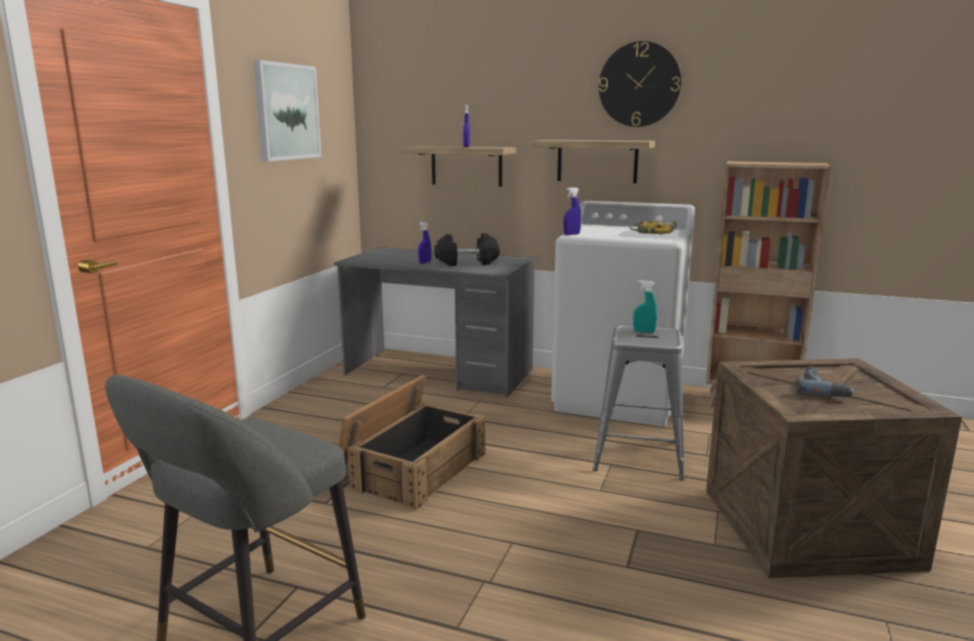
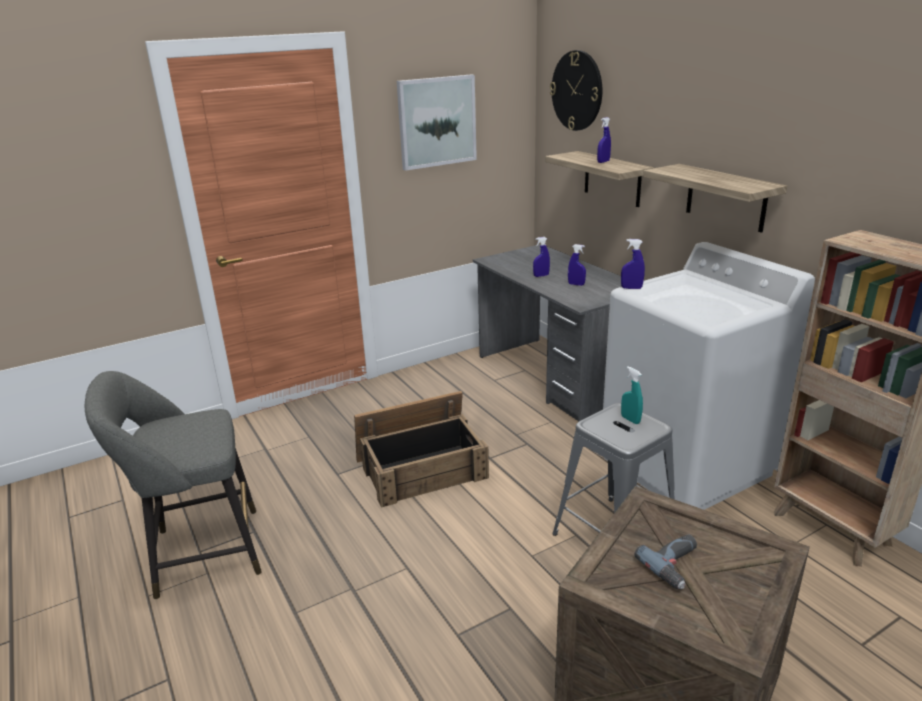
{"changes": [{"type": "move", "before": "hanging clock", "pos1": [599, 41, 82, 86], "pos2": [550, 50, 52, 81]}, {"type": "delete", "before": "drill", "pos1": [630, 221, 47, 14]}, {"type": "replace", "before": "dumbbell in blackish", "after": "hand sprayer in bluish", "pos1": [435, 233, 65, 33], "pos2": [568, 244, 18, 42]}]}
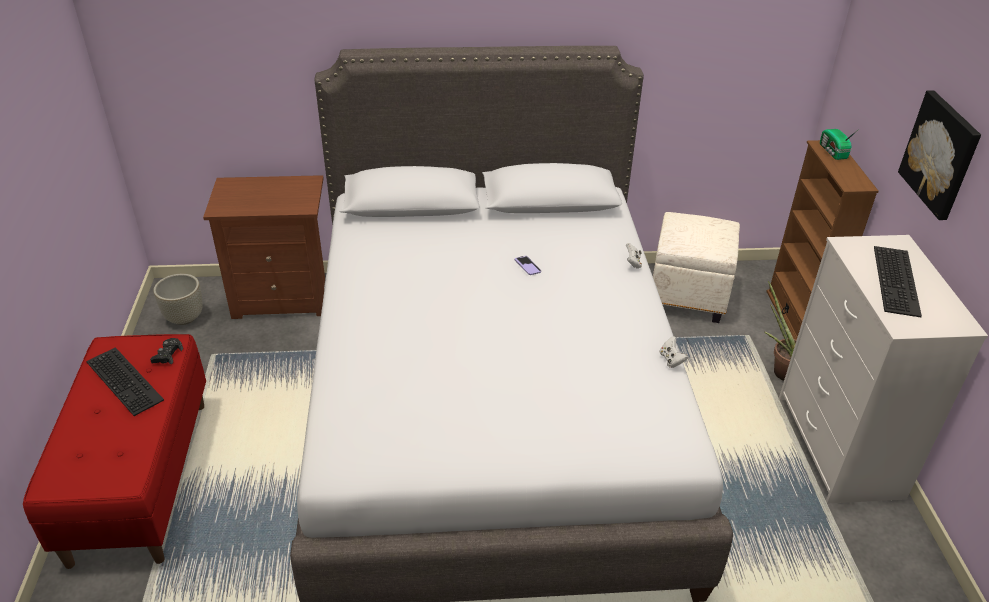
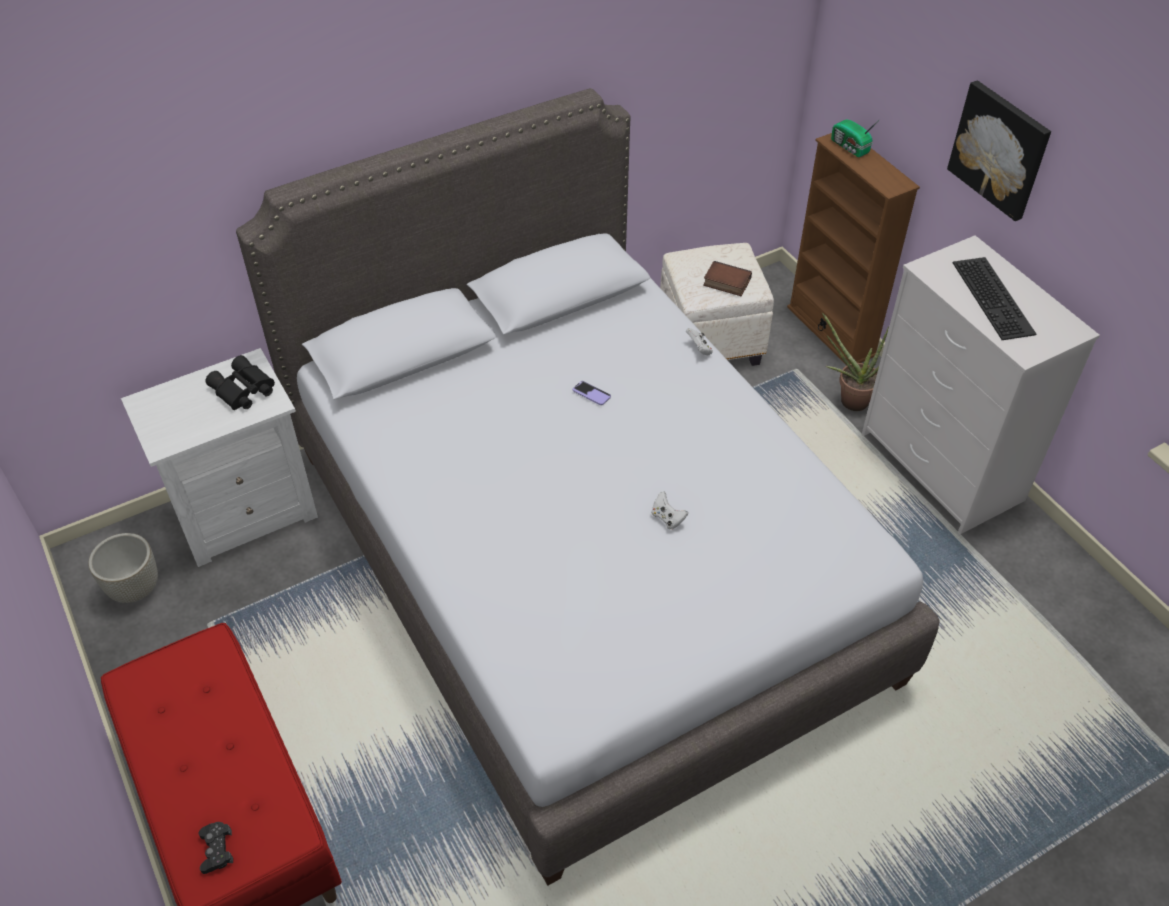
{"changes": [{"type": "recolor", "before": "bedside table in brown", "after": "bedside table in white", "pos1": [203, 175, 122, 144], "pos2": [121, 348, 197, 219]}, {"type": "move", "before": "joypad in white", "pos1": [660, 336, 28, 32], "pos2": [652, 491, 36, 39]}, {"type": "move", "before": "joypad in blackish", "pos1": [150, 338, 33, 27], "pos2": [198, 822, 35, 52]}, {"type": "delete", "before": "computer keyboard", "pos1": [86, 347, 78, 69]}, {"type": "insert", "after": "volume", "pos2": [703, 261, 49, 35]}, {"type": "insert", "after": "pair of binoculars in blackish", "pos2": [205, 355, 70, 55]}]}
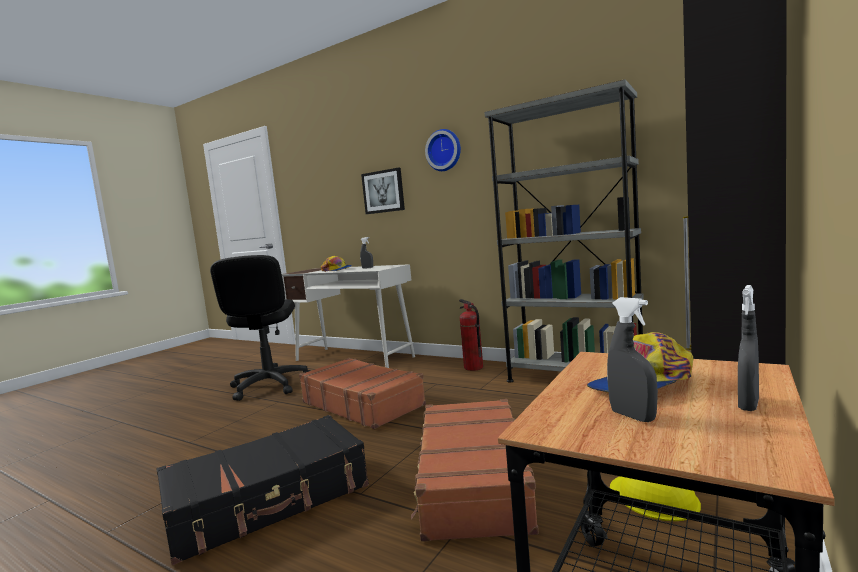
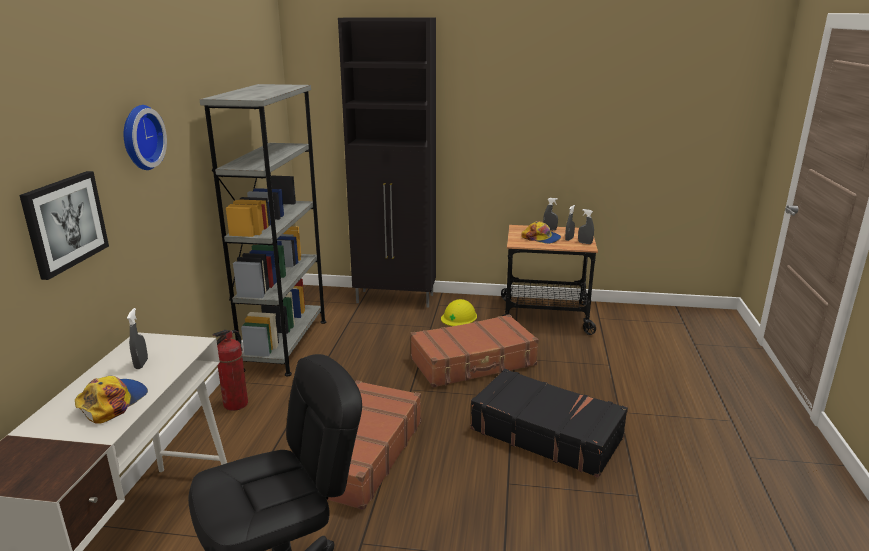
{"changes": [{"type": "insert", "after": "hand sprayer in grey", "pos2": [578, 209, 16, 35]}]}
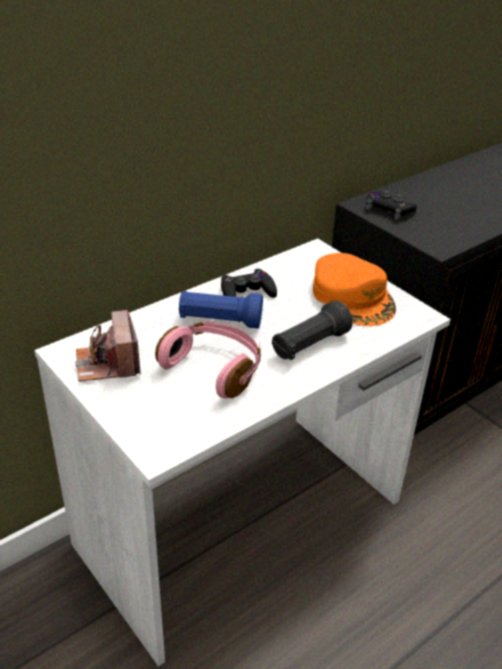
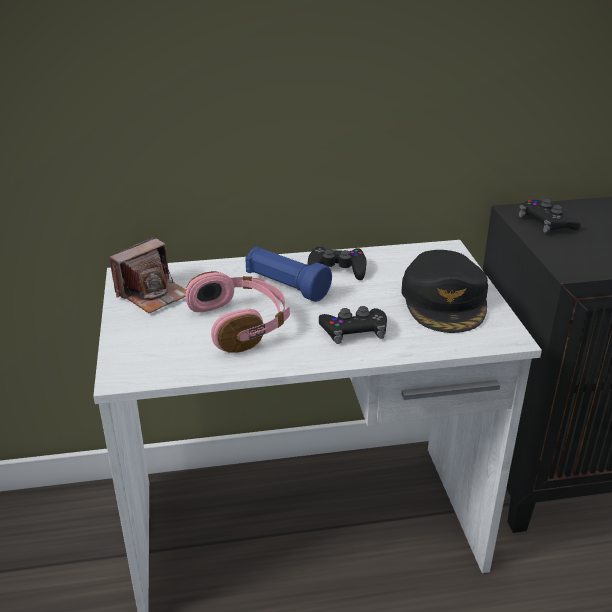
{"changes": [{"type": "recolor", "before": "cap in orange-coloured", "after": "cap in blackish", "pos1": [313, 253, 83, 73], "pos2": [401, 250, 87, 83]}, {"type": "replace", "before": "flashlight in blackish", "after": "joypad in blackish", "pos1": [272, 300, 81, 60], "pos2": [319, 306, 68, 38]}, {"type": "rotate", "before": "still camera", "pos1": [75, 310, 66, 72], "pos2": [109, 237, 77, 76], "turn": -150}]}
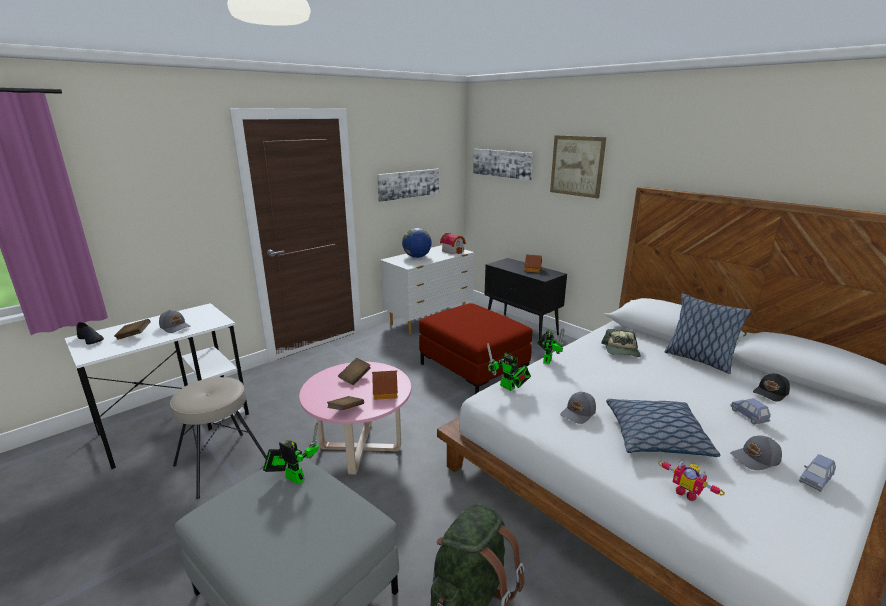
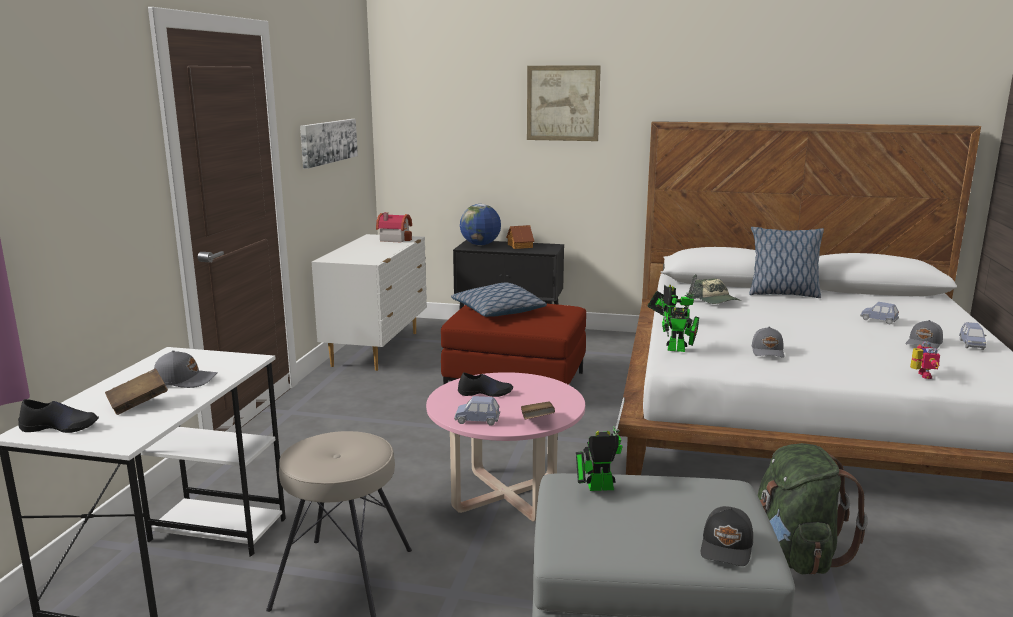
{"changes": [{"type": "delete", "before": "picture", "pos1": [473, 149, 60, 31]}, {"type": "move", "before": "desk globe", "pos1": [402, 228, 30, 30], "pos2": [460, 204, 41, 42]}, {"type": "replace", "before": "volume in brown", "after": "shoe in blackish", "pos1": [338, 358, 33, 27], "pos2": [458, 372, 55, 25]}, {"type": "delete", "before": "miniature house", "pos1": [372, 371, 26, 29]}, {"type": "move", "before": "cap in blackish", "pos1": [753, 374, 37, 28], "pos2": [701, 506, 52, 60]}, {"type": "move", "before": "cushion", "pos1": [606, 399, 115, 58], "pos2": [451, 283, 96, 34]}, {"type": "rotate", "before": "robot figure", "pos1": [658, 461, 67, 40], "pos2": [910, 341, 30, 38], "turn": -90}, {"type": "insert", "after": "toy car in bluish", "pos2": [454, 396, 46, 30]}]}
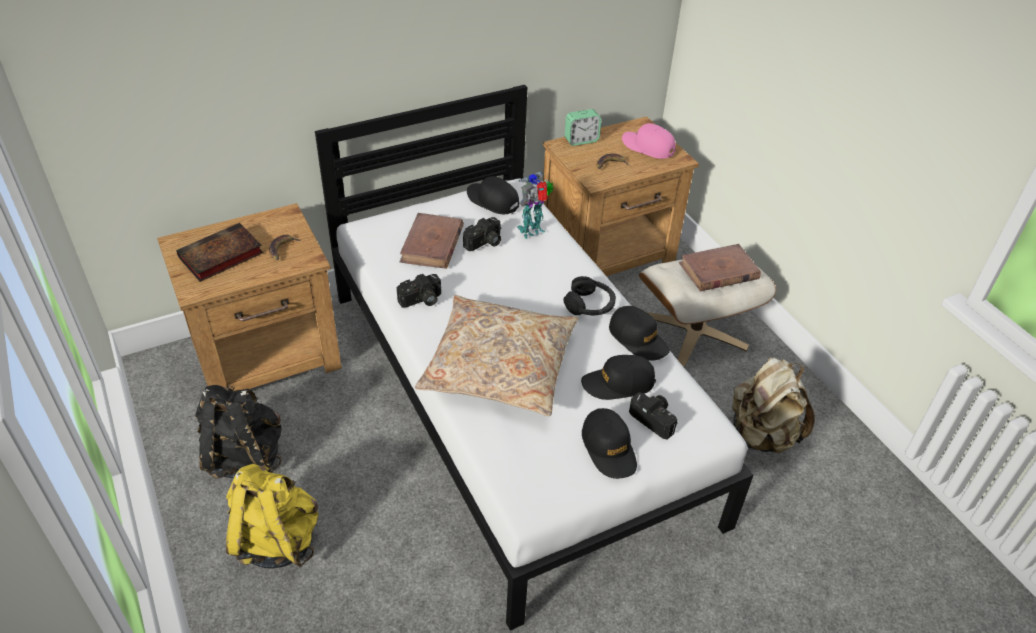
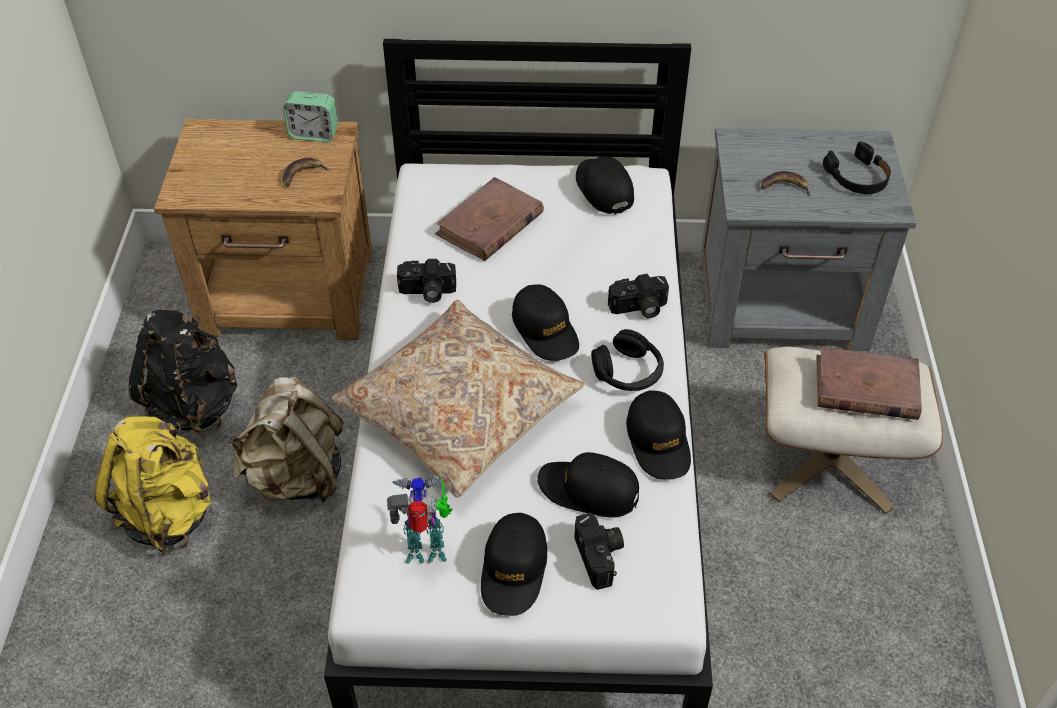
{"changes": [{"type": "move", "before": "bedside clock", "pos1": [565, 109, 36, 37], "pos2": [283, 91, 55, 51]}, {"type": "recolor", "before": "bedside table in brown", "after": "bedside table in grey", "pos1": [543, 116, 156, 160], "pos2": [700, 128, 216, 223]}, {"type": "replace", "before": "cap in pinkish", "after": "headset in blackish", "pos1": [622, 123, 54, 36], "pos2": [823, 141, 68, 53]}, {"type": "move", "before": "robot figure", "pos1": [517, 172, 37, 67], "pos2": [387, 475, 65, 89]}, {"type": "move", "before": "still camera", "pos1": [463, 217, 38, 34], "pos2": [608, 274, 61, 44]}, {"type": "delete", "before": "volume", "pos1": [176, 223, 87, 59]}, {"type": "move", "before": "rucksack in beige-coloured", "pos1": [732, 358, 83, 96], "pos2": [229, 377, 115, 126]}, {"type": "insert", "after": "cap in blackish", "pos2": [512, 284, 67, 77]}]}
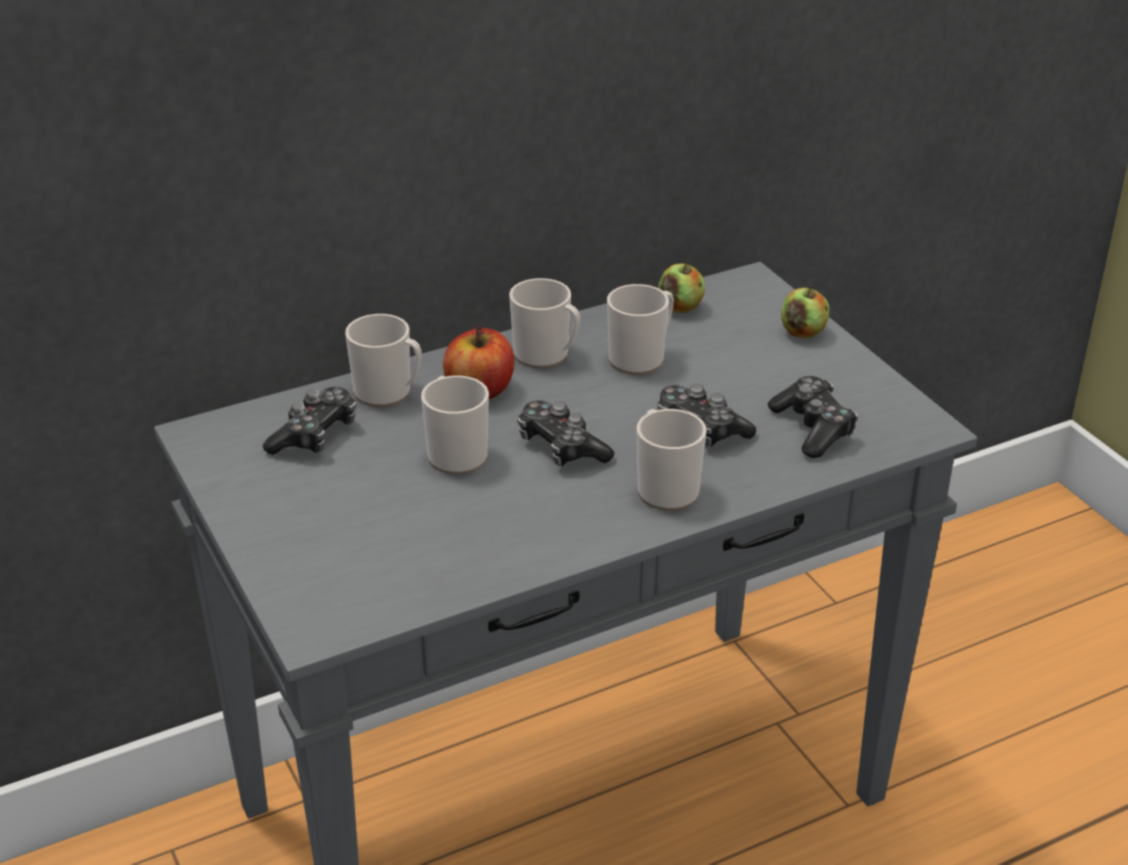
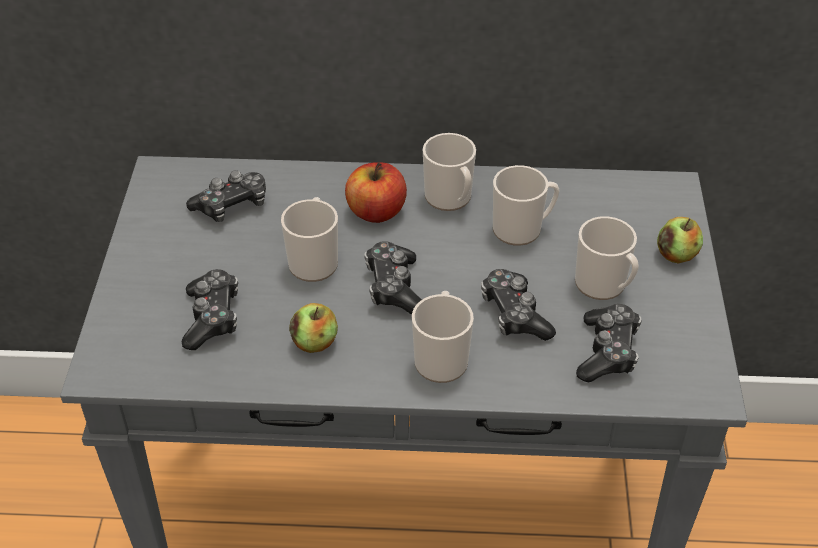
{"changes": [{"type": "move", "before": "whole apple", "pos1": [658, 261, 47, 52], "pos2": [289, 303, 49, 50]}, {"type": "move", "before": "tea mug", "pos1": [345, 314, 77, 93], "pos2": [575, 216, 64, 84]}, {"type": "insert", "after": "joypad", "pos2": [182, 269, 56, 81]}]}
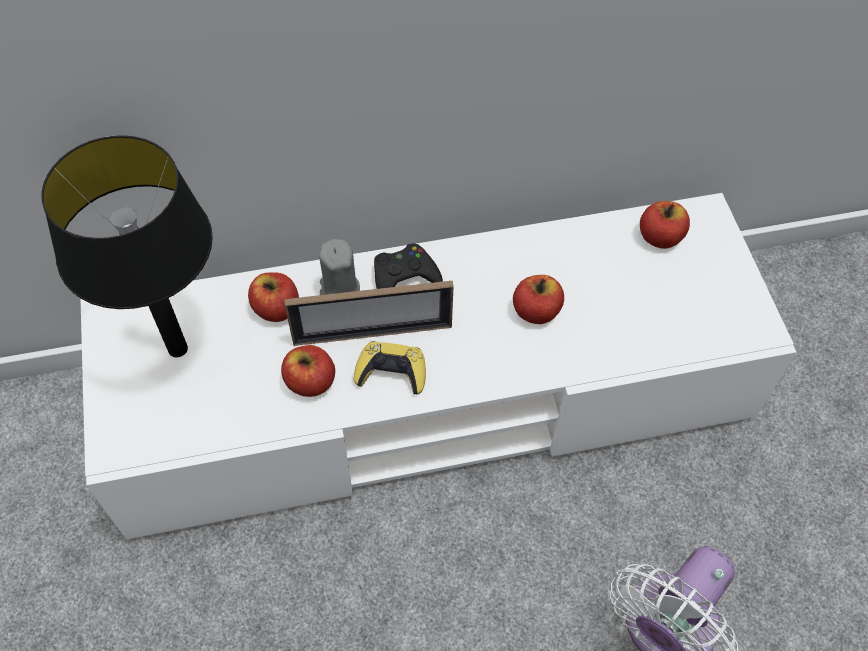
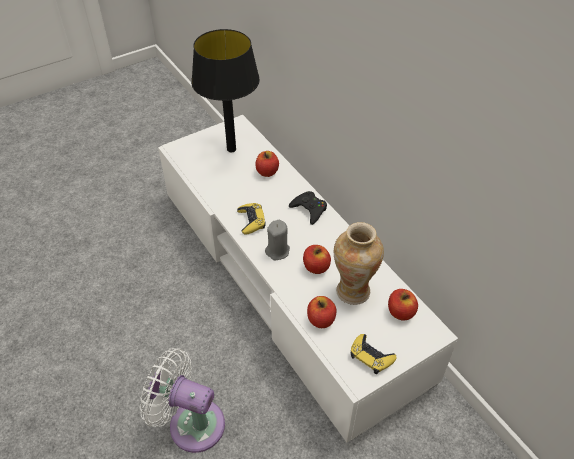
{"changes": [{"type": "move", "before": "wax candle in grey", "pos1": [319, 239, 41, 56], "pos2": [265, 220, 25, 40]}, {"type": "delete", "before": "standing frame", "pos1": [284, 280, 170, 66]}, {"type": "move", "before": "whole apple", "pos1": [281, 345, 54, 52], "pos2": [307, 296, 30, 32]}, {"type": "insert", "after": "decorative vase", "pos2": [334, 222, 50, 83]}, {"type": "insert", "after": "joypad in yellow", "pos2": [350, 334, 47, 40]}]}
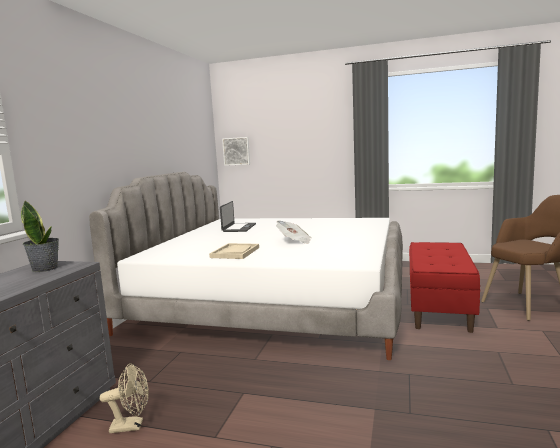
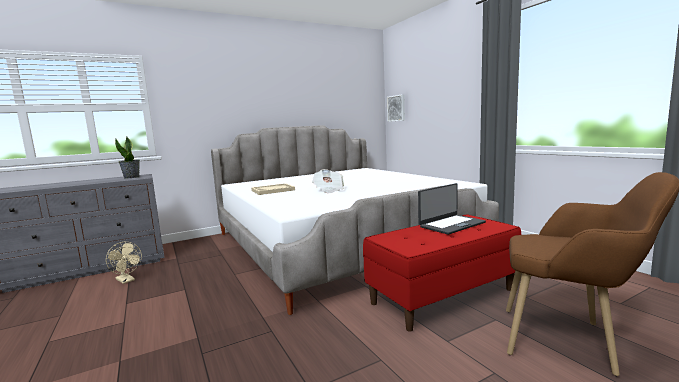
{"changes": [{"type": "move", "before": "laptop", "pos1": [220, 201, 36, 31], "pos2": [418, 183, 68, 52]}]}
